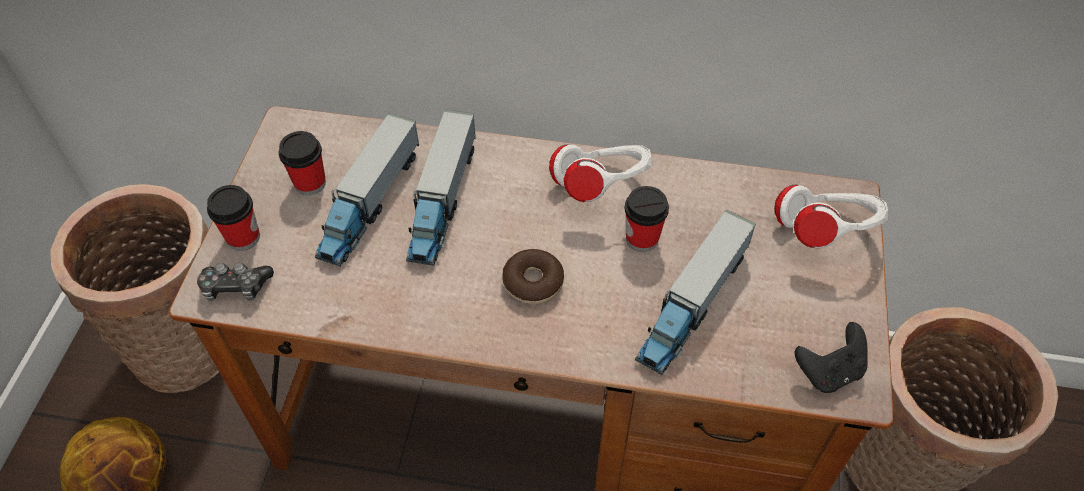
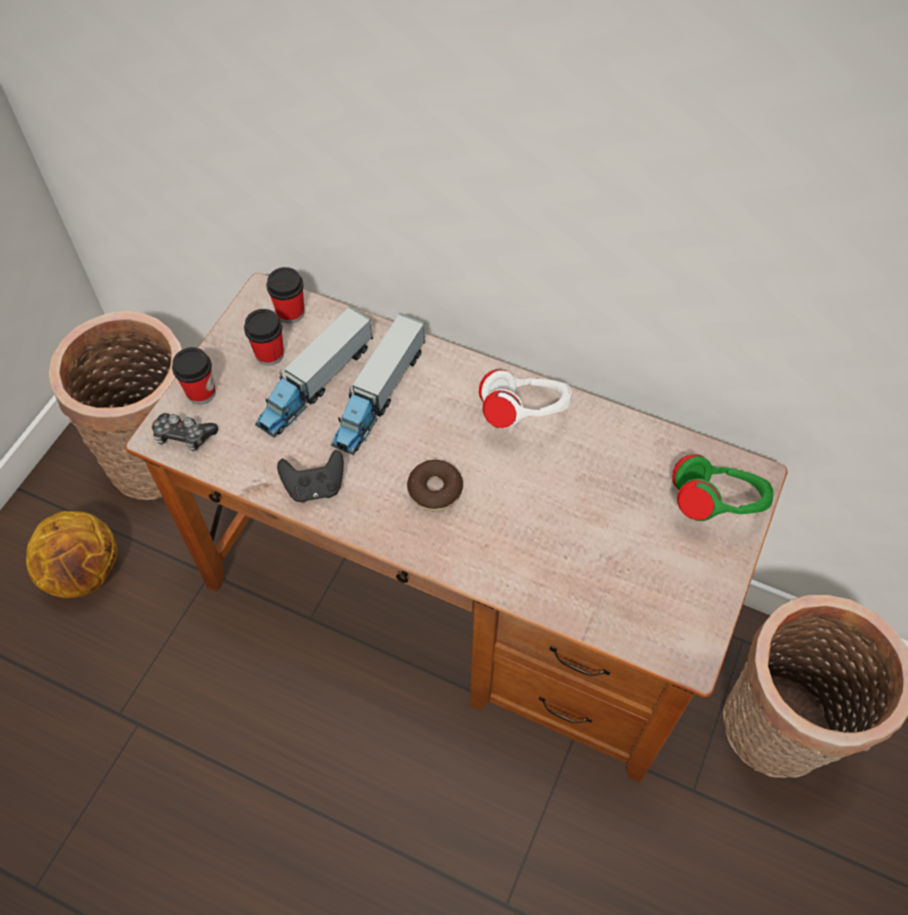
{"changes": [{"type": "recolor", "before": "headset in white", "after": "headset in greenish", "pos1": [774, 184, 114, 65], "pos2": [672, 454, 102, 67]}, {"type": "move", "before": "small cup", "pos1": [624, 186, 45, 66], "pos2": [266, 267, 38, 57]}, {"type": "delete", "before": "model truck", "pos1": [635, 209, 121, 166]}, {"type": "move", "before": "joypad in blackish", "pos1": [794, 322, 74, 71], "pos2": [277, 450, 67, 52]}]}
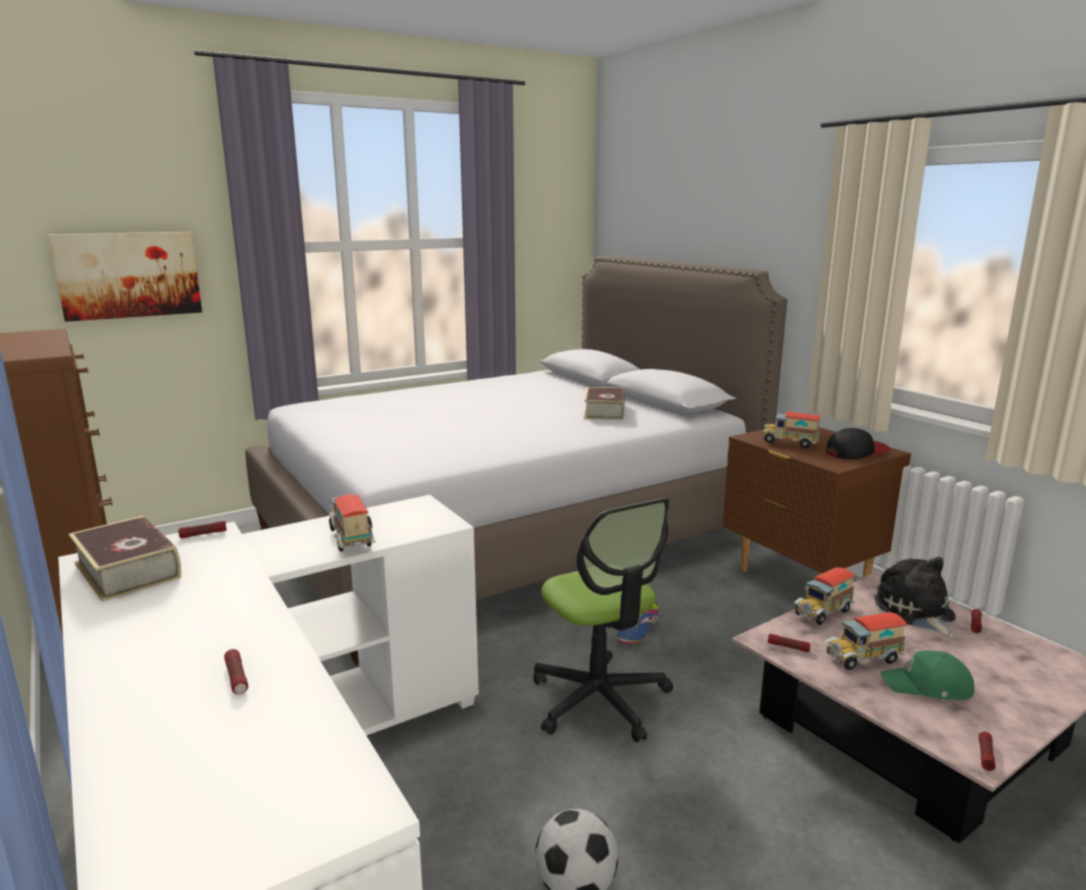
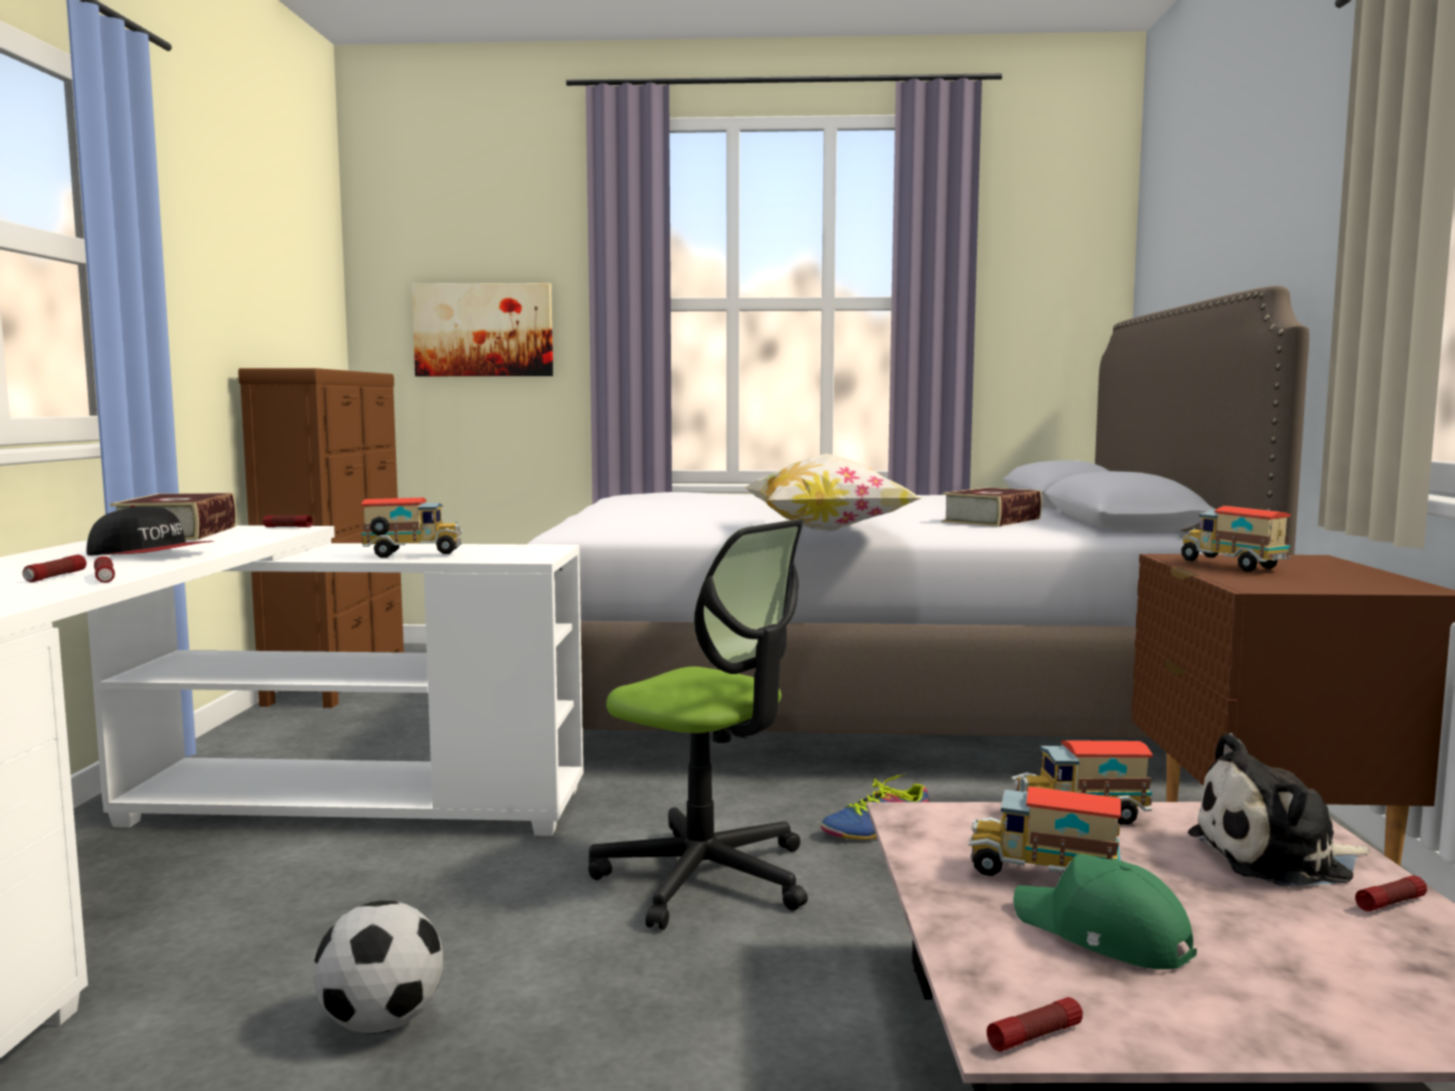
{"changes": [{"type": "move", "before": "cap", "pos1": [826, 428, 64, 31], "pos2": [86, 505, 128, 50]}, {"type": "rotate", "before": "model truck", "pos1": [328, 494, 48, 58], "pos2": [361, 498, 102, 60], "turn": 75}, {"type": "rotate", "before": "office chair", "pos1": [533, 498, 140, 244], "pos2": [588, 519, 220, 411], "turn": -60}, {"type": "rotate", "before": "cuddly toy", "pos1": [875, 557, 80, 81], "pos2": [1188, 733, 182, 153], "turn": -120}, {"type": "move", "before": "flashlight", "pos1": [768, 633, 42, 19], "pos2": [94, 556, 21, 27]}, {"type": "insert", "after": "cushion", "pos2": [744, 453, 177, 78]}]}
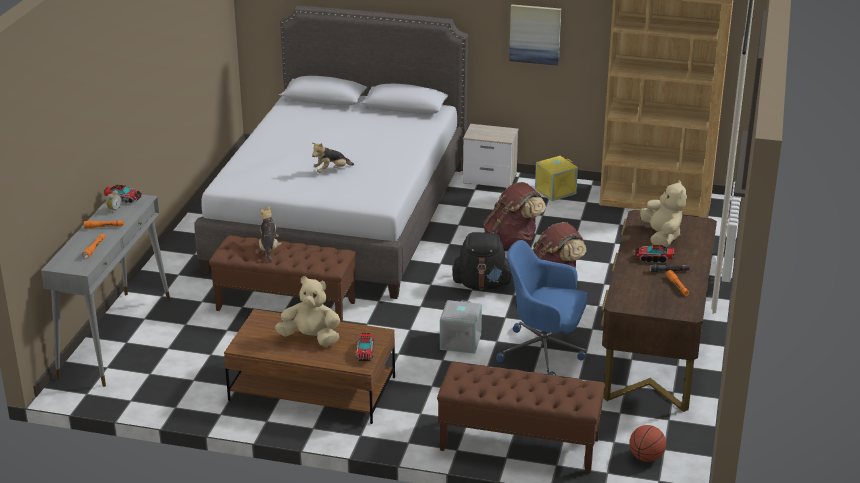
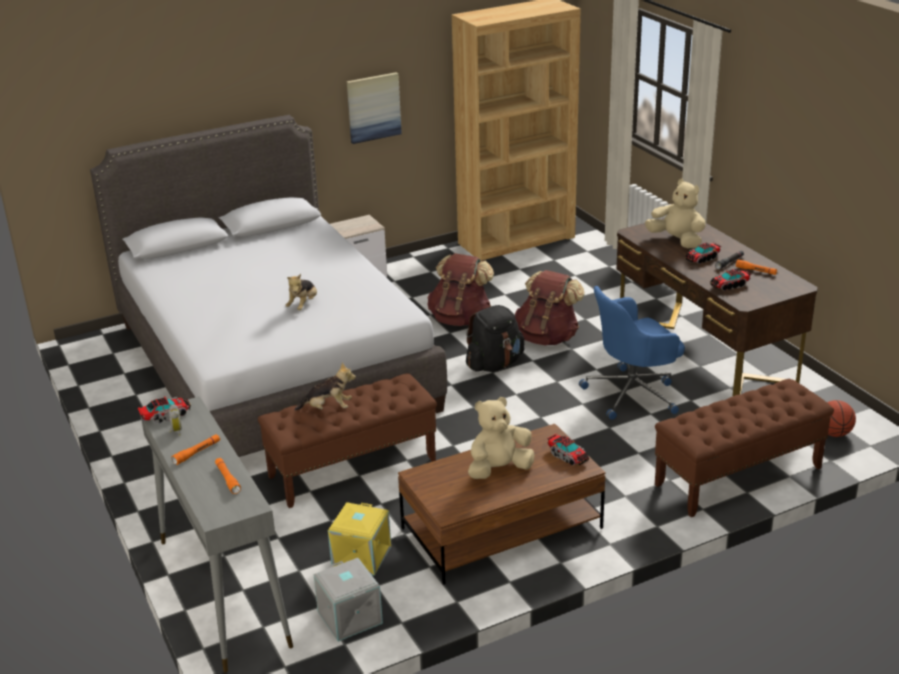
{"changes": [{"type": "move", "before": "storage box in yellow", "pos1": [535, 156, 43, 45], "pos2": [328, 502, 63, 74]}, {"type": "rotate", "before": "cuddly toy", "pos1": [259, 206, 23, 57], "pos2": [294, 362, 62, 49], "turn": 135}, {"type": "move", "before": "storage box in grey", "pos1": [440, 300, 42, 54], "pos2": [314, 558, 69, 84]}, {"type": "insert", "after": "model truck", "pos2": [710, 269, 41, 22]}]}
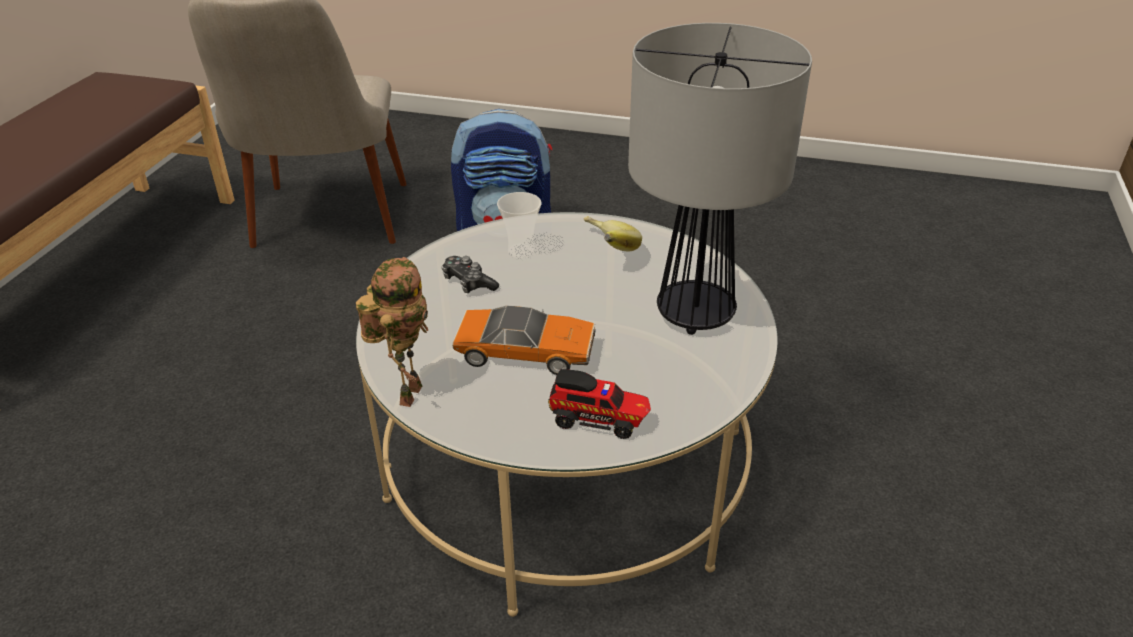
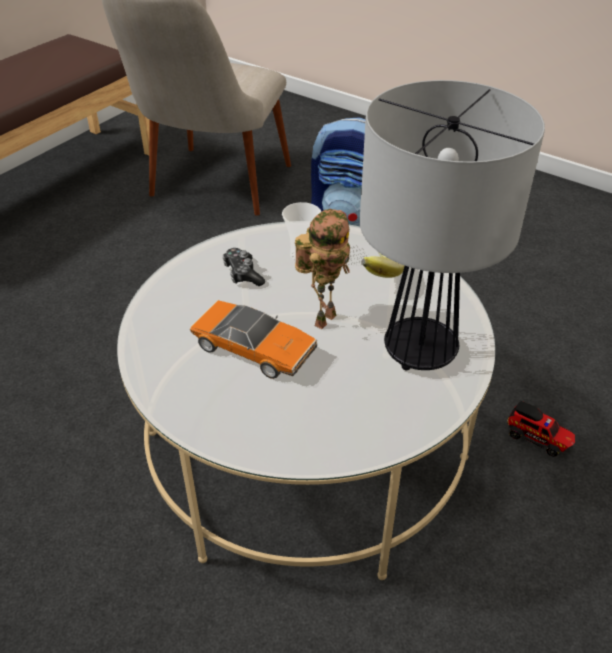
{"changes": [{"type": "move", "before": "robot figure", "pos1": [356, 257, 72, 150], "pos2": [295, 209, 55, 120]}, {"type": "move", "before": "model truck", "pos1": [548, 369, 103, 70], "pos2": [507, 401, 68, 56]}]}
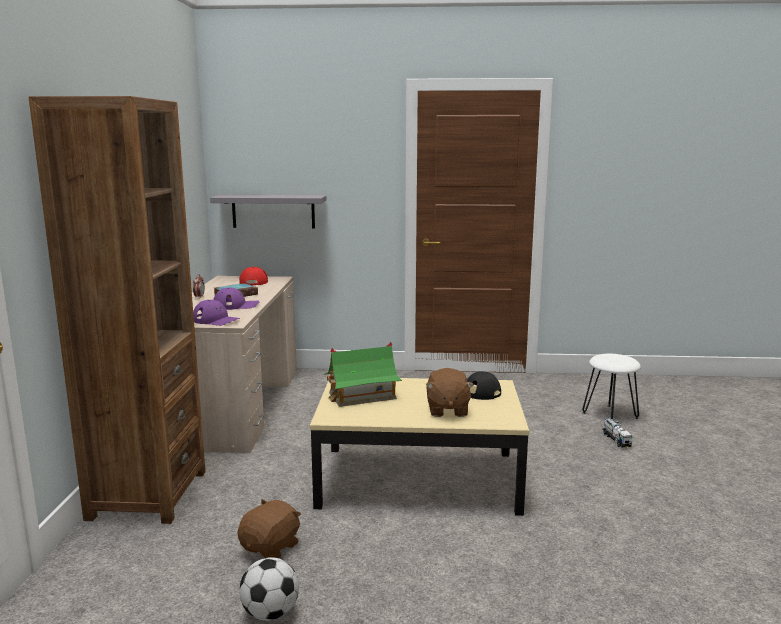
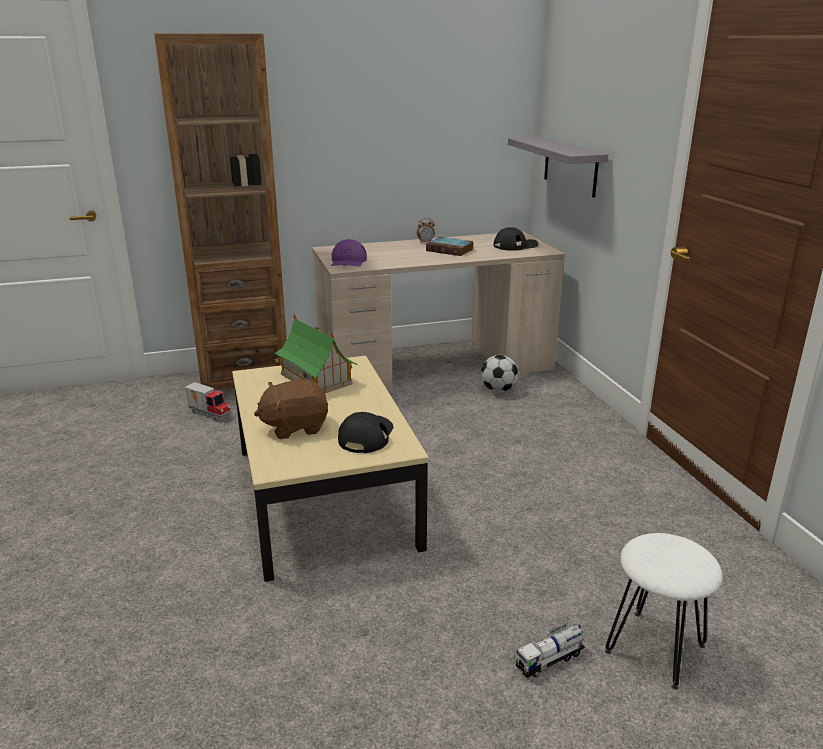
{"changes": [{"type": "recolor", "before": "cap in red", "after": "cap in blackish", "pos1": [239, 267, 29, 18], "pos2": [494, 227, 44, 24]}, {"type": "delete", "before": "cap in purple", "pos1": [213, 288, 46, 22]}, {"type": "delete", "before": "cuddly toy in brown", "pos1": [238, 499, 63, 59]}, {"type": "move", "before": "football ball", "pos1": [239, 557, 60, 64], "pos2": [481, 355, 38, 37]}, {"type": "insert", "after": "model truck", "pos2": [184, 382, 47, 39]}]}
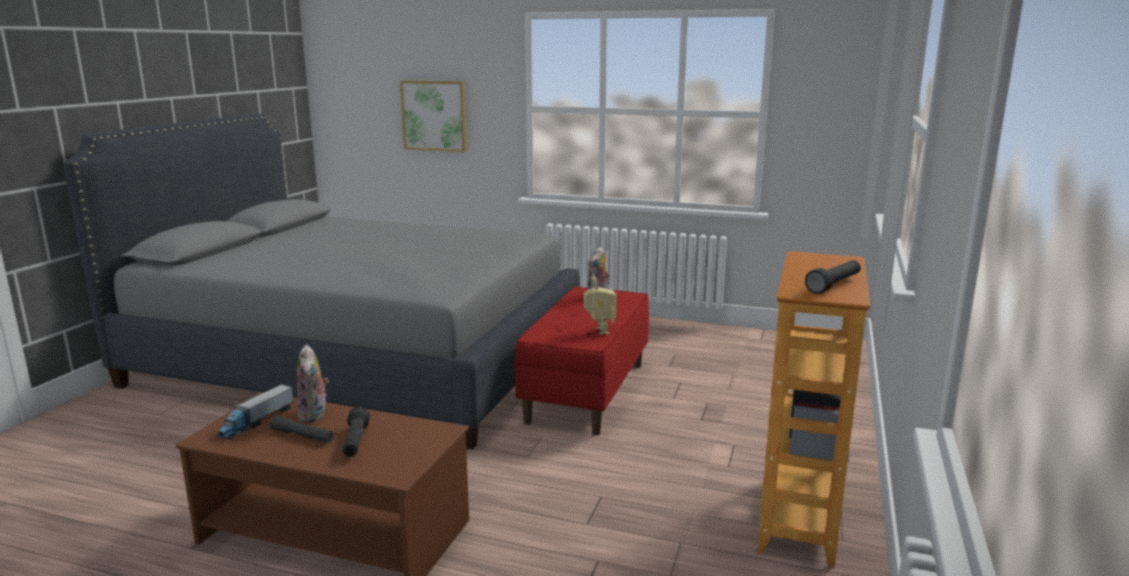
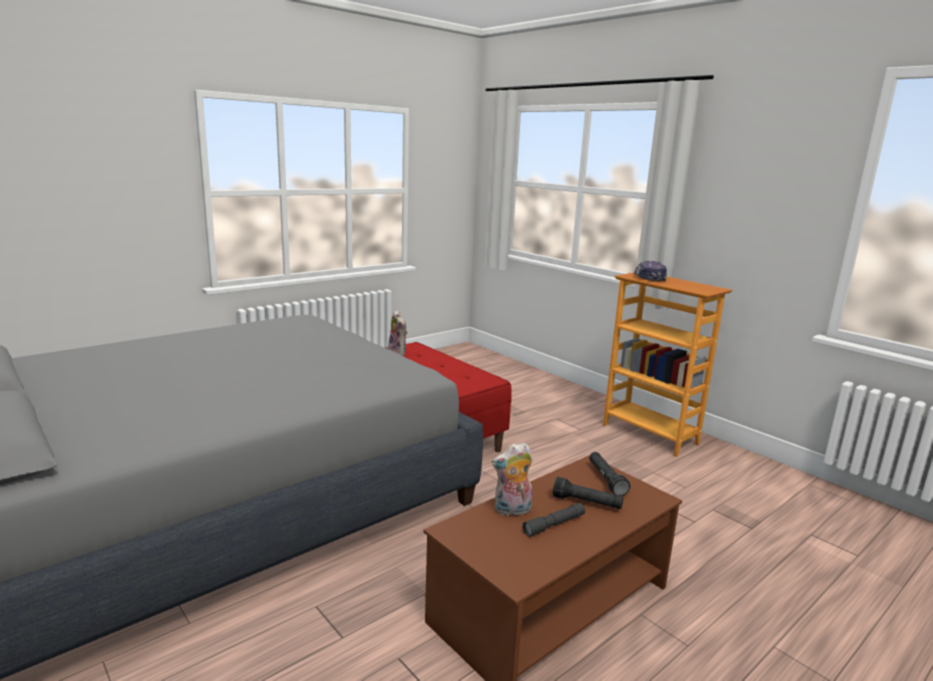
{"changes": [{"type": "delete", "before": "picture", "pos1": [400, 80, 67, 72]}, {"type": "move", "before": "flashlight in blackish", "pos1": [805, 260, 56, 34], "pos2": [589, 452, 41, 44]}, {"type": "delete", "before": "robot figure", "pos1": [584, 275, 33, 60]}, {"type": "rotate", "before": "cuddly toy", "pos1": [297, 345, 32, 77], "pos2": [492, 442, 41, 74], "turn": 150}, {"type": "delete", "before": "model truck", "pos1": [216, 384, 78, 55]}, {"type": "insert", "after": "cap", "pos2": [633, 261, 34, 21]}]}
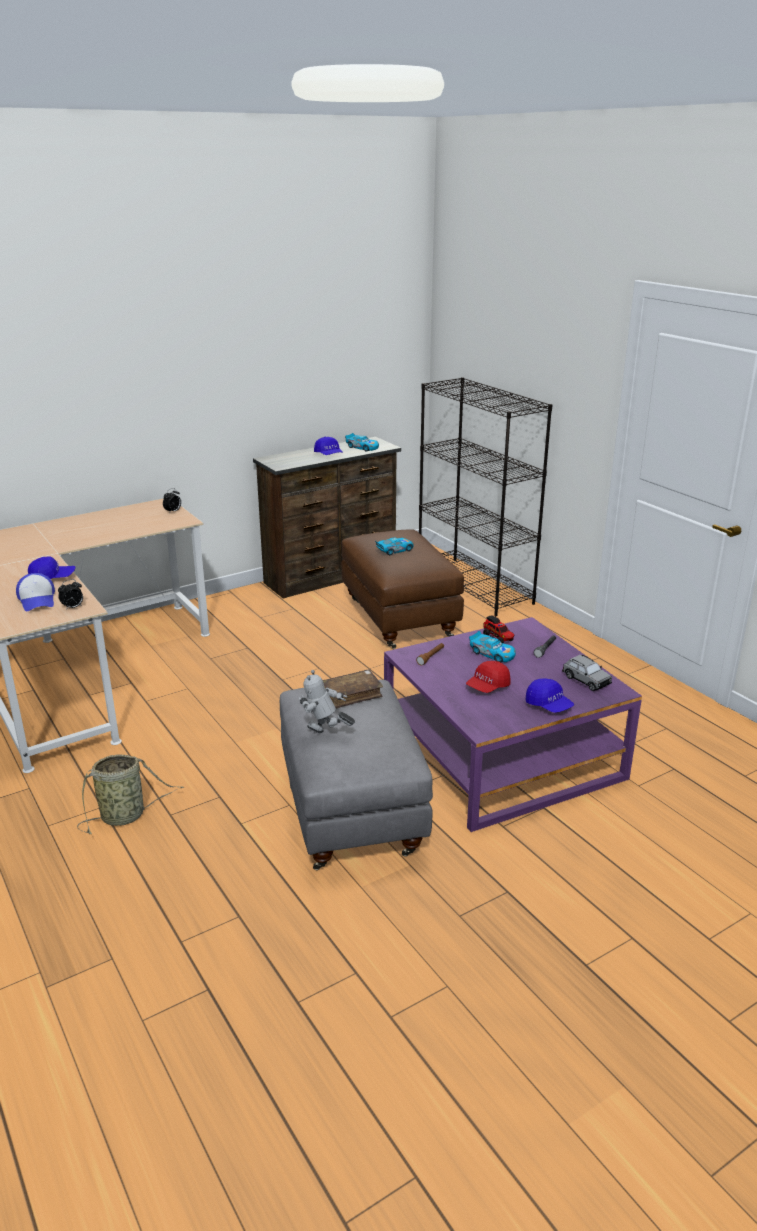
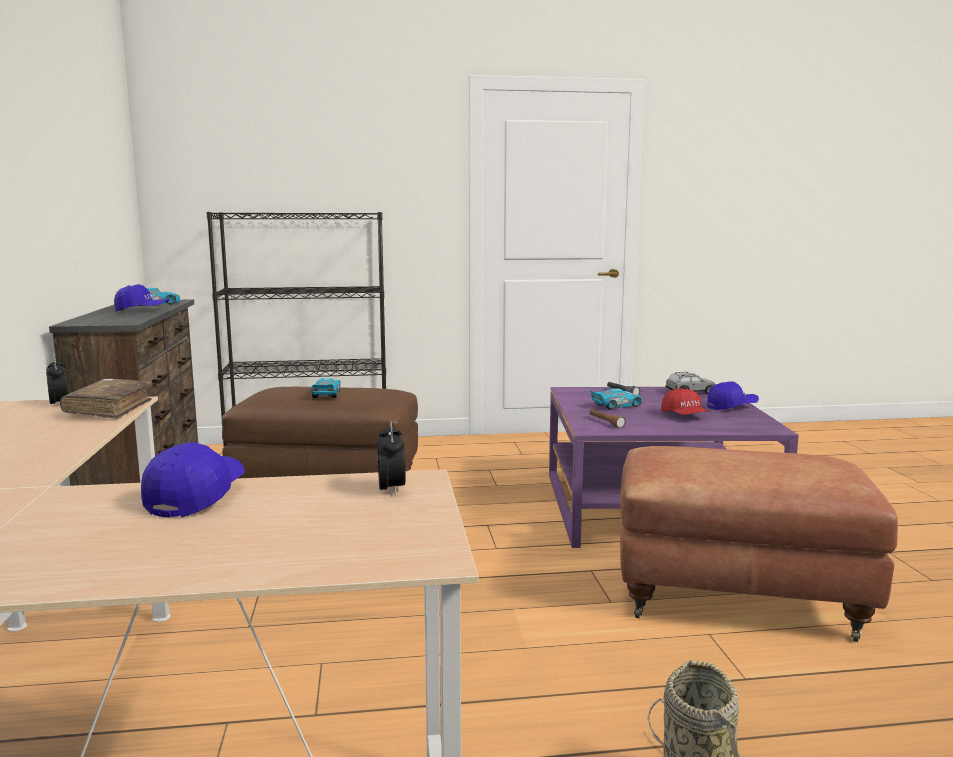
{"changes": [{"type": "delete", "before": "cap", "pos1": [16, 573, 39, 38]}, {"type": "delete", "before": "model truck", "pos1": [483, 615, 31, 28]}, {"type": "delete", "before": "robot figure", "pos1": [299, 670, 56, 63]}, {"type": "move", "before": "volume in brown", "pos1": [323, 670, 61, 39], "pos2": [60, 379, 92, 40]}, {"type": "recolor", "before": "pouffe in grey", "after": "pouffe in brown", "pos1": [280, 680, 153, 190], "pos2": [620, 446, 278, 196]}]}
